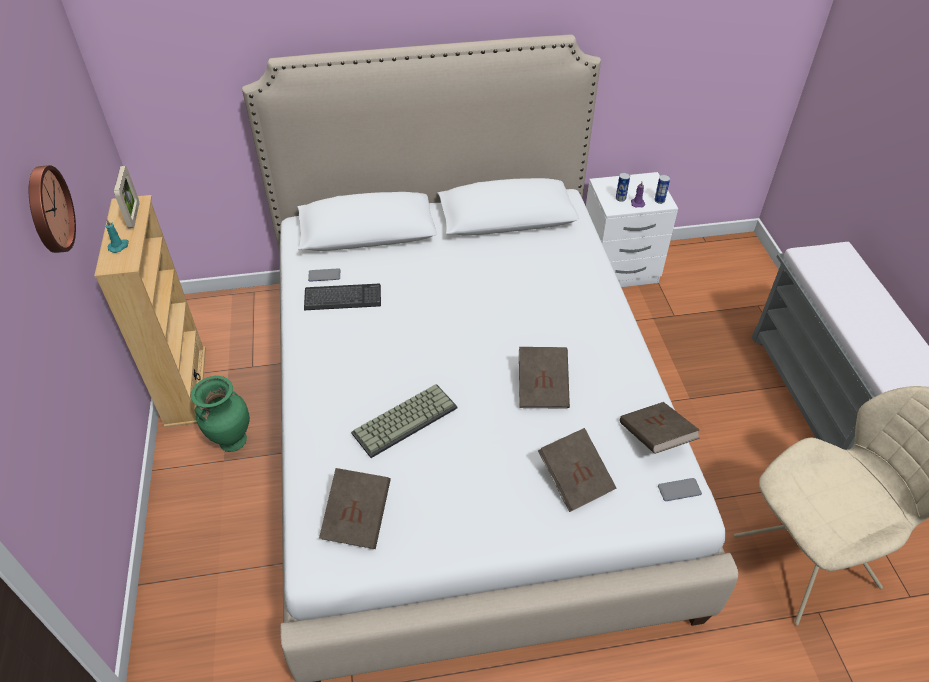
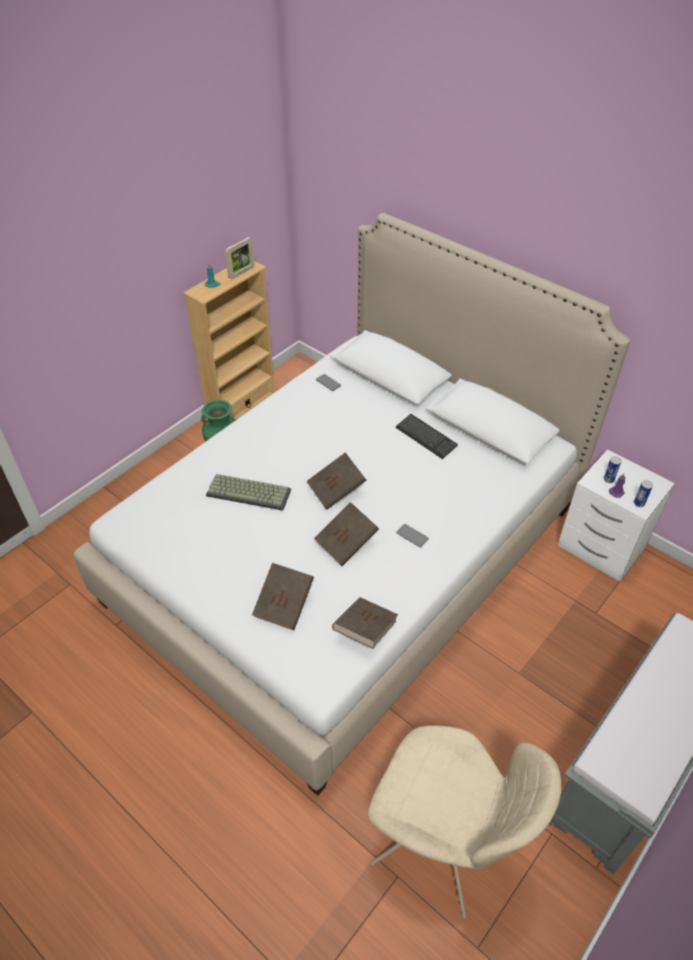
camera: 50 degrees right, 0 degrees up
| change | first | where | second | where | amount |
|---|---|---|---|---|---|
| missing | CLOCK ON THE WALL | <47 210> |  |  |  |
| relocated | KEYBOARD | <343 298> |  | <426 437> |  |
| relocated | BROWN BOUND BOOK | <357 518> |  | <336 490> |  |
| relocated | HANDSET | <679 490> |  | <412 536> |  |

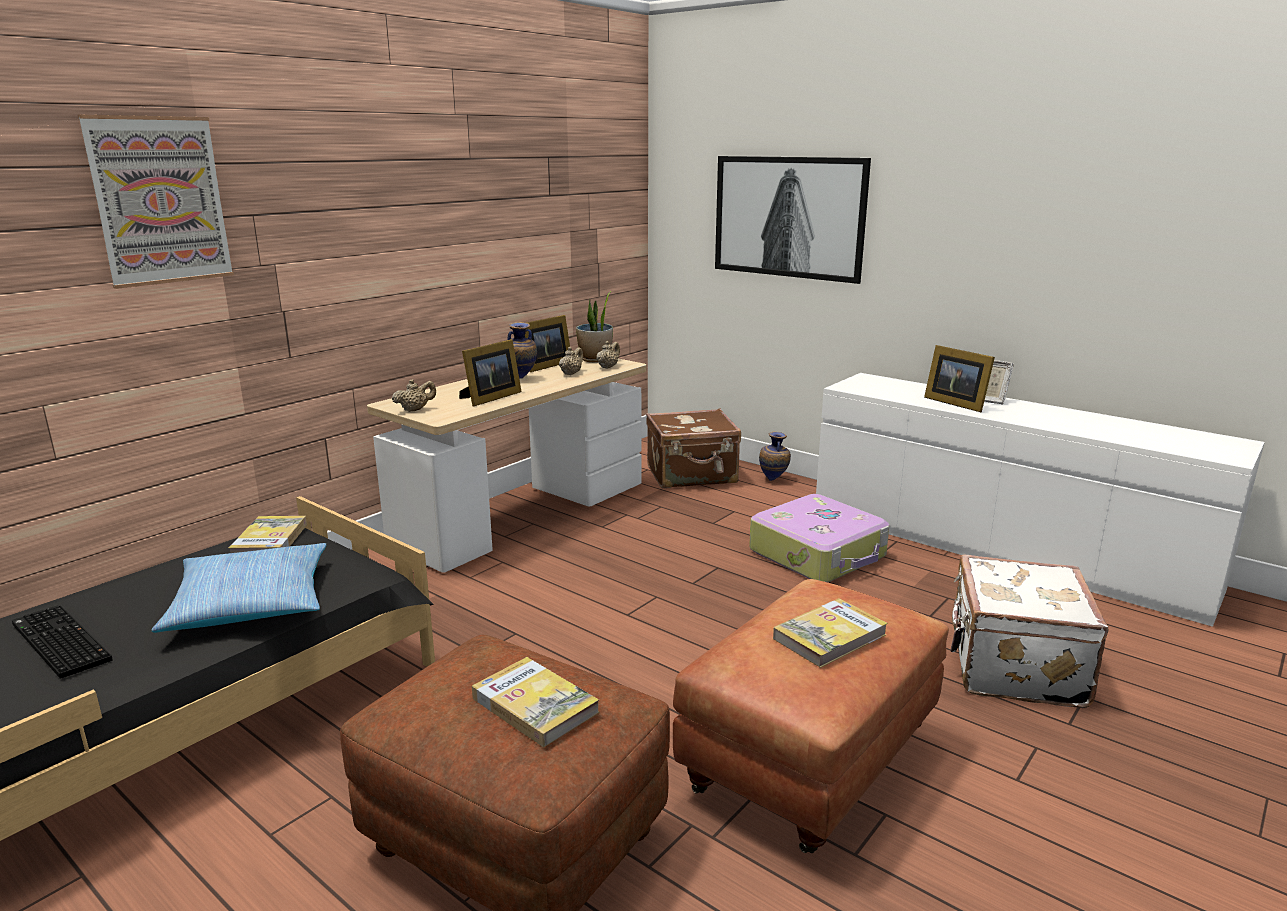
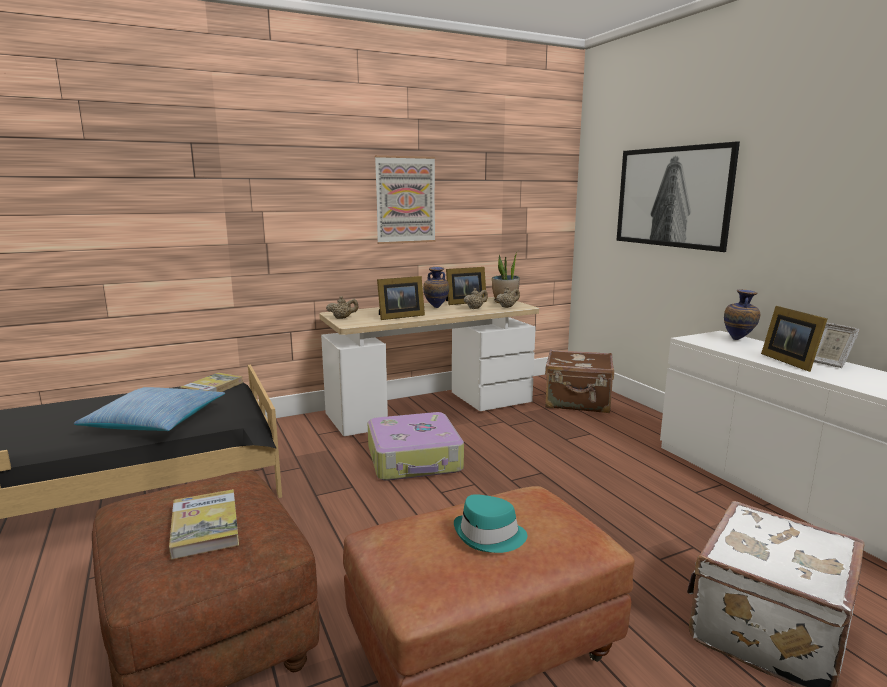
camera: 25 degrees right, 5 degrees down
| change | first | where | second | where | amount |
|---|---|---|---|---|---|
| missing | KEYBOARD | <57 643> |  |  |  |
| relocated | WALL PICTURE | <160 201> |  | <405 200> |  |
| relocated | SUITCASE | <819 554> |  | <415 459> |  |
| relocated | DECORATIVE VASE | <774 480> |  | <738 340> |  |
| exchanged | BOUND BOOK | <829 636> | BLUE-GREEN CLOTHING HAT | <489 536> |  |

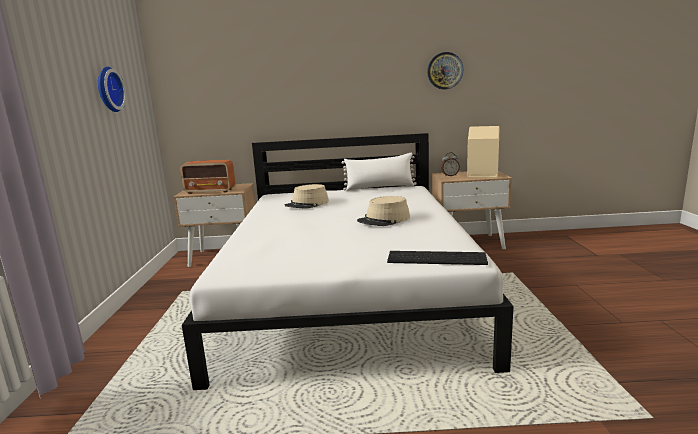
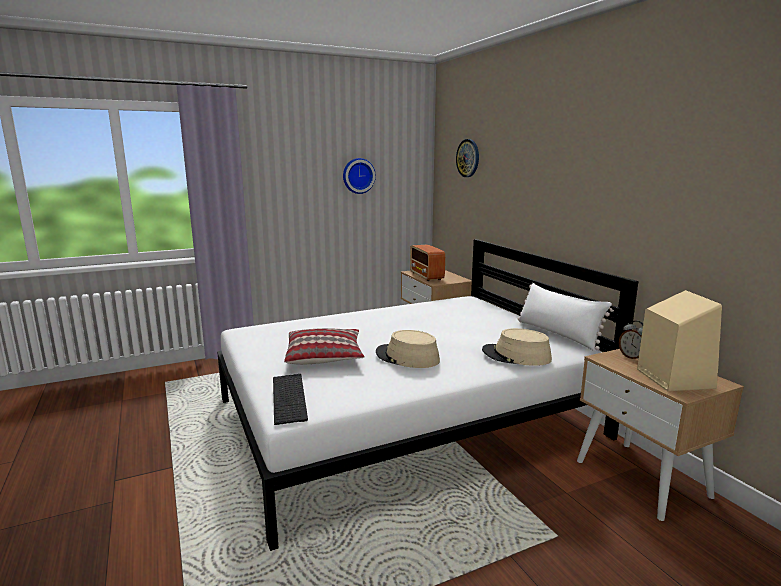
camera: 65 degrees right, 0 degrees up
| change | first | where | second | where | amount |
|---|---|---|---|---|---|
| appeared |  |  | CUSHION | <324 356> |  |
| relocated | BEIGE CLOTHING HAT | <307 204> |  | <516 356> |  |
| relocated | CLOCK ON THE WALL | <445 71> |  | <468 158> |  |

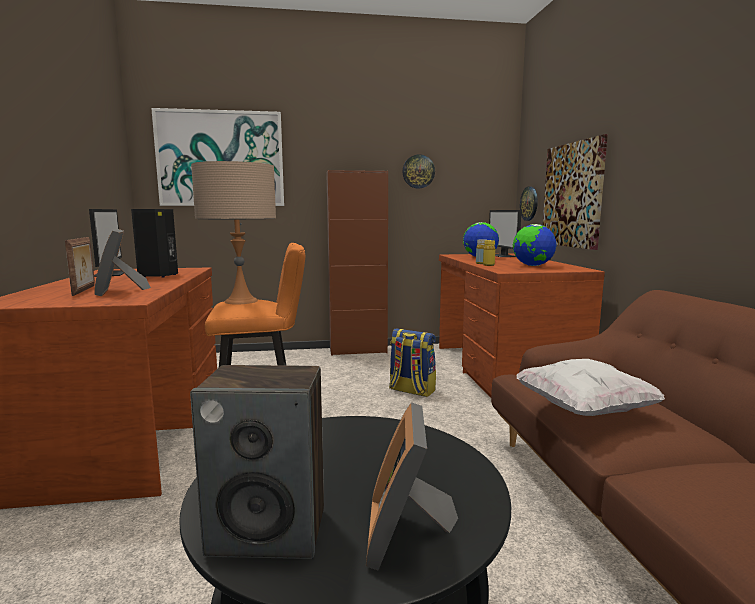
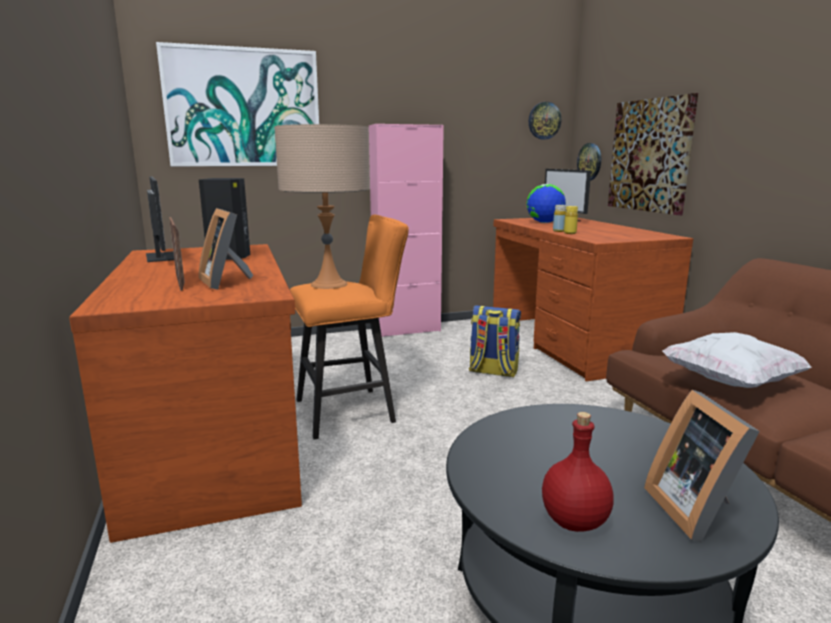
camera: 10 degrees left, 5 degrees up
| change | first | where | second | where | amount |
|---|---|---|---|---|---|
| missing | GLOBE | <532 266> |  |  |  |
| relocated | CLOCK ON THE WALL | <418 171> |  | <544 120> |  |
| exchanged | AUDIO SPEAKER | <269 531> | RED BEVERAGE BOTTLE | <574 520> |  |
| colour | BROWN STORAGE CABINET | <358 350> | PINK-COLOURED STORAGE CABINET | <406 330> |  |

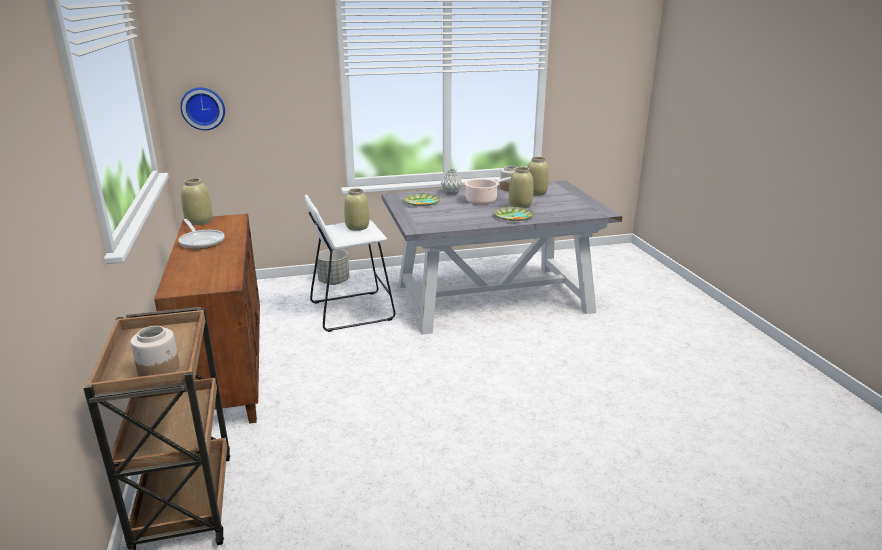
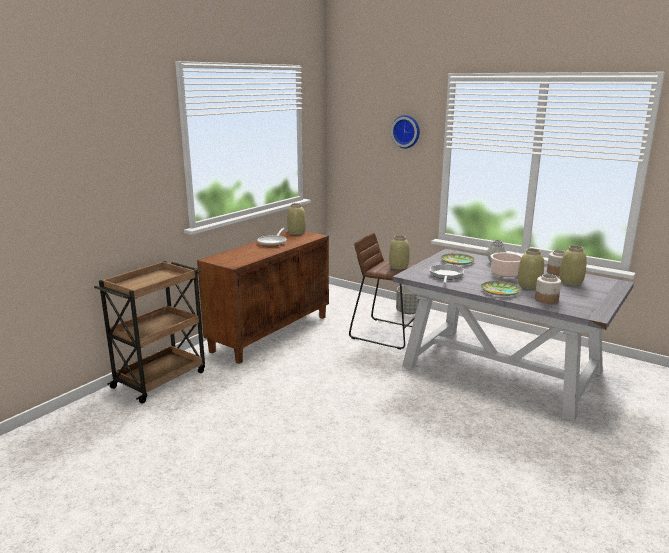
camera: 50 degrees right, 5 degrees down
| change | first | where | second | where | amount |
|---|---|---|---|---|---|
| appeared |  |  | FRYING PAN | <446 275> |  |
| relocated | JAR | <159 369> |  | <546 299> |  |
| relocated | CLOCK ON THE WALL | <203 108> |  | <406 131> |  |
| colour | WHITE-COLOURED STOOL | <351 311> | BROWN STOOL | <386 333> |  |

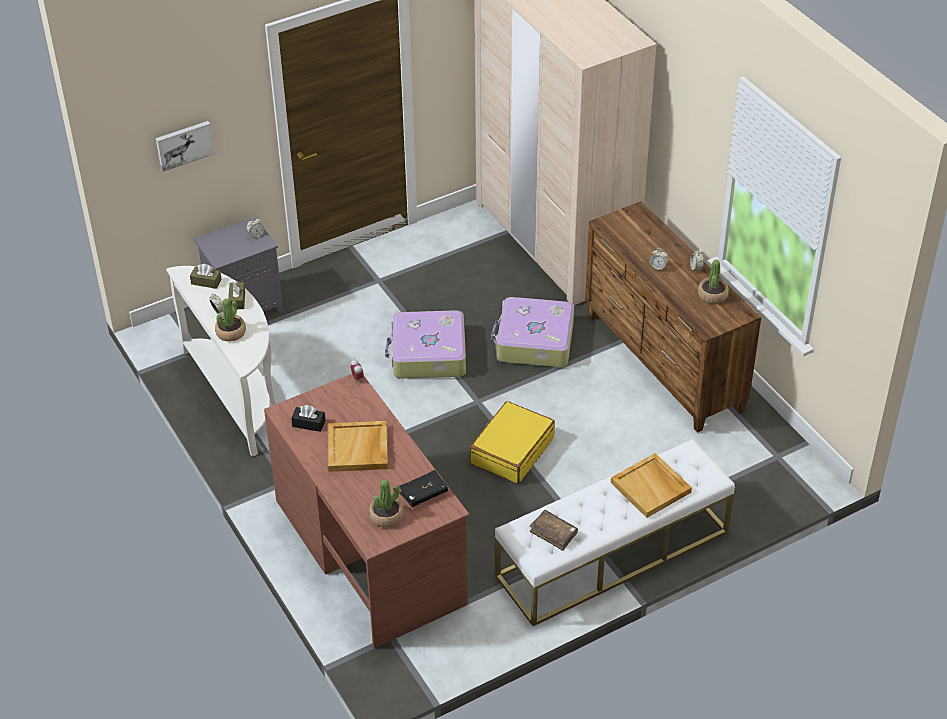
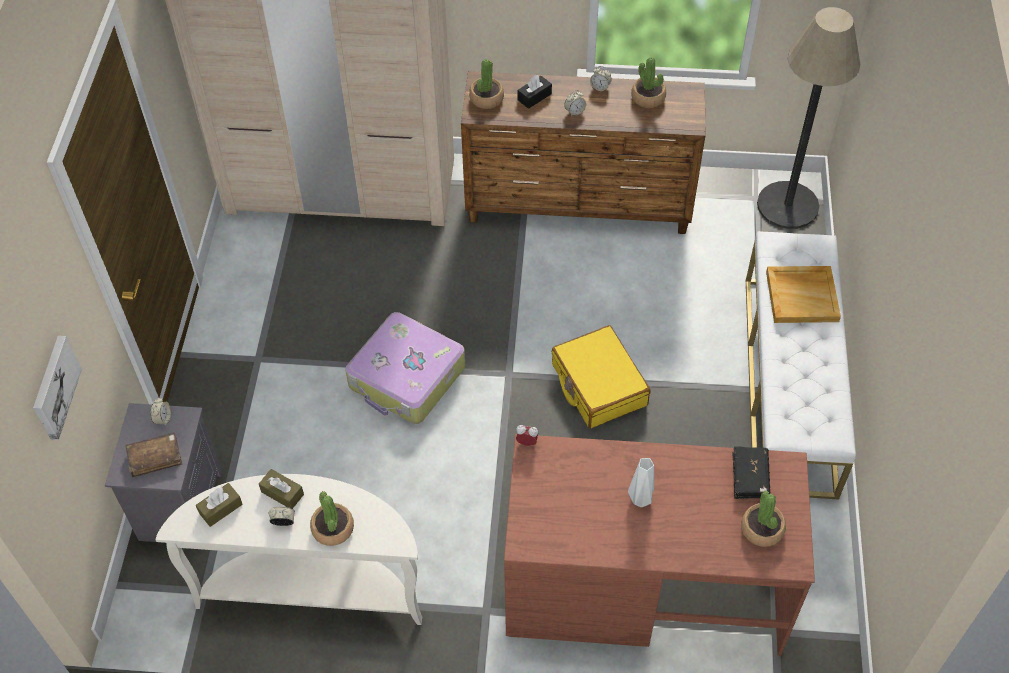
camera: 55 degrees left, 10 degrees up
| change | first | where | second | where | amount |
|---|---|---|---|---|---|
| missing | SUITCASE | <534 342> |  |  |  |
| appeared |  |  | POTTED PLANT | <486 98> |  |
| appeared |  |  | STANDARD LAMP | <788 205> |  |
| relocated | BLACK-COLOURED BOX OF TISSUES | <308 423> |  | <534 97> |  |
| relocated | BROWN BOUND BOOK | <553 533> |  | <155 458> |  |
| exchanged | BEIGE TRAY | <358 449> | WHITE-COLOURED DECORATIVE VASE | <639 500> |  |

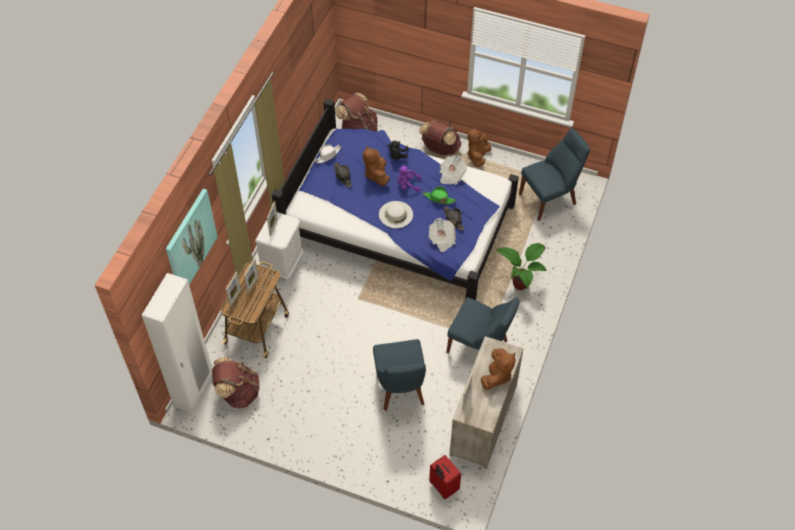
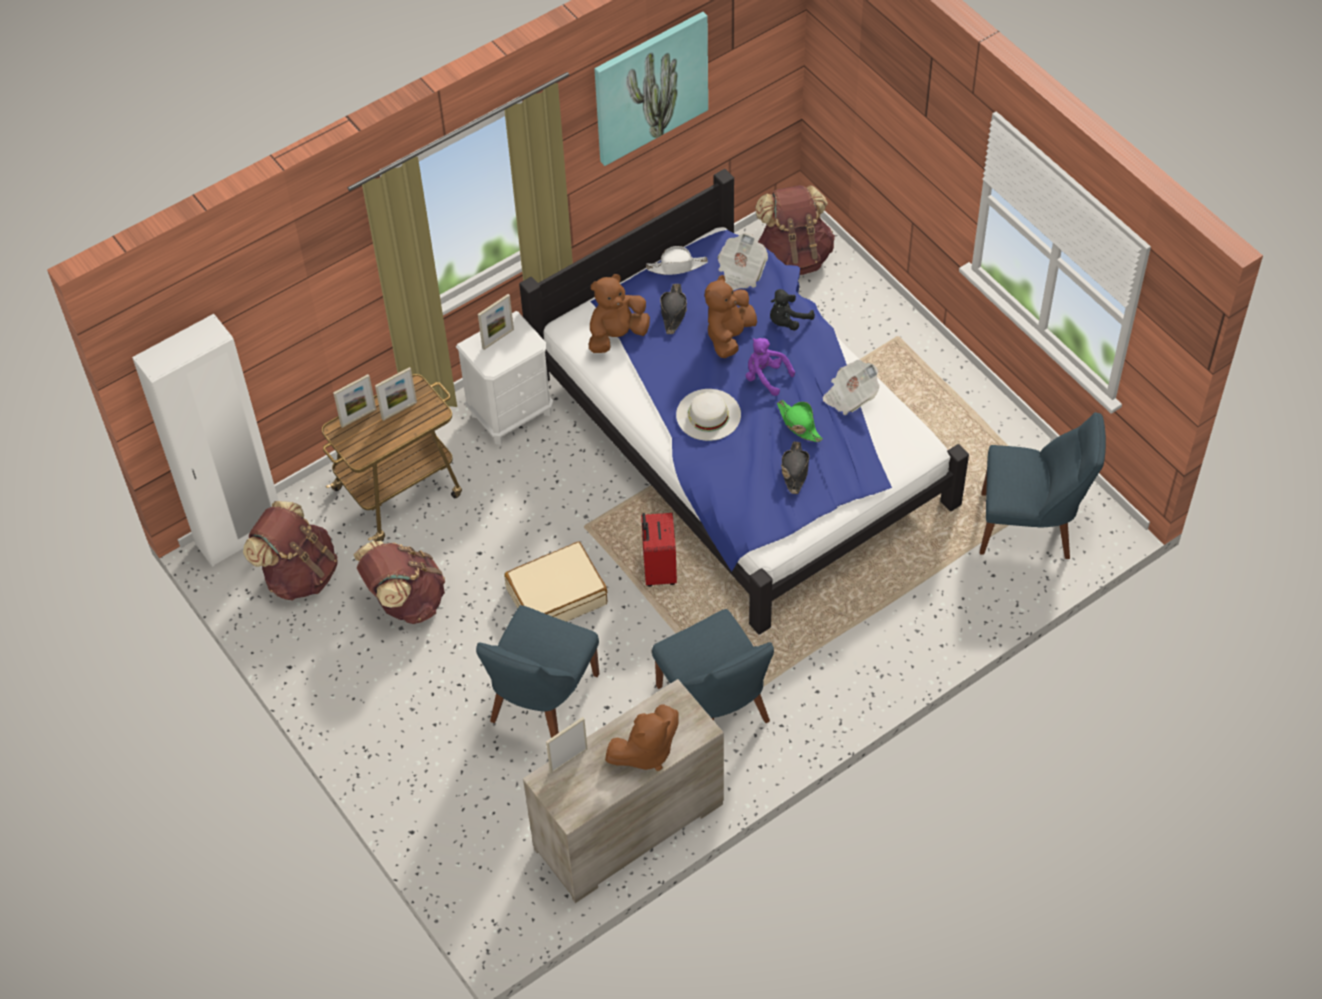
camera: 35 degrees right, 0 degrees up
| change | first | where | second | where | amount |
|---|---|---|---|---|---|
| missing | POTTED PLANT | <521 283> |  |  |  |
| appeared |  |  | BEIGE SUITCASE | <556 596> |  |
| relocated | WALL PICTURE | <190 241> |  | <650 87> |  |
| relocated | BROWN BACKPACK | <440 149> |  | <405 601> |  |
| relocated | DAILY PAPER | <442 239> |  | <741 272> |  |
| relocated | RED SUITCASE | <443 487> |  | <658 570> |  |
| relocated | BROWN PLUSH TOY | <478 156> |  | <616 335> |  |

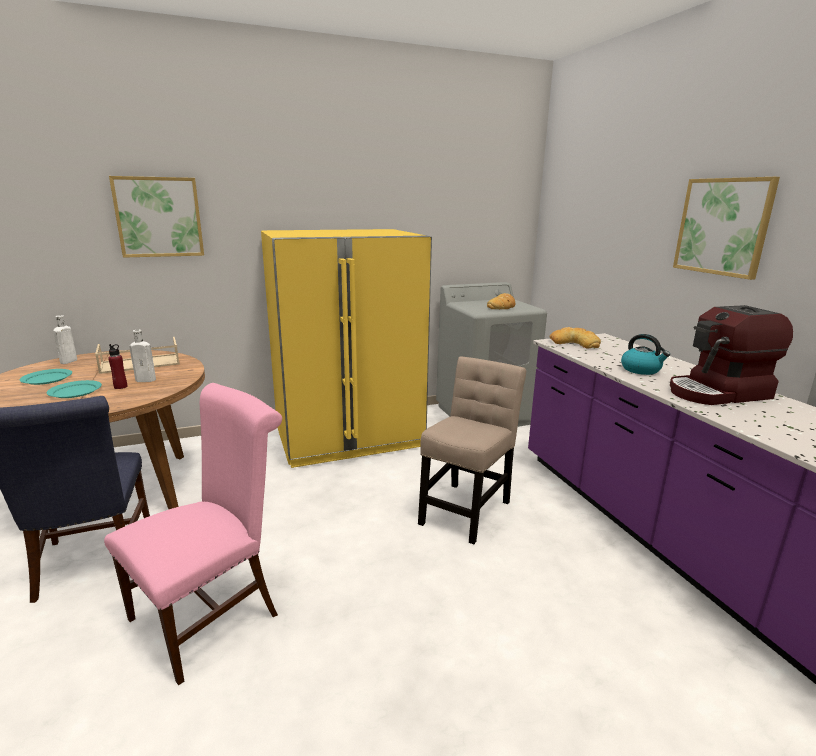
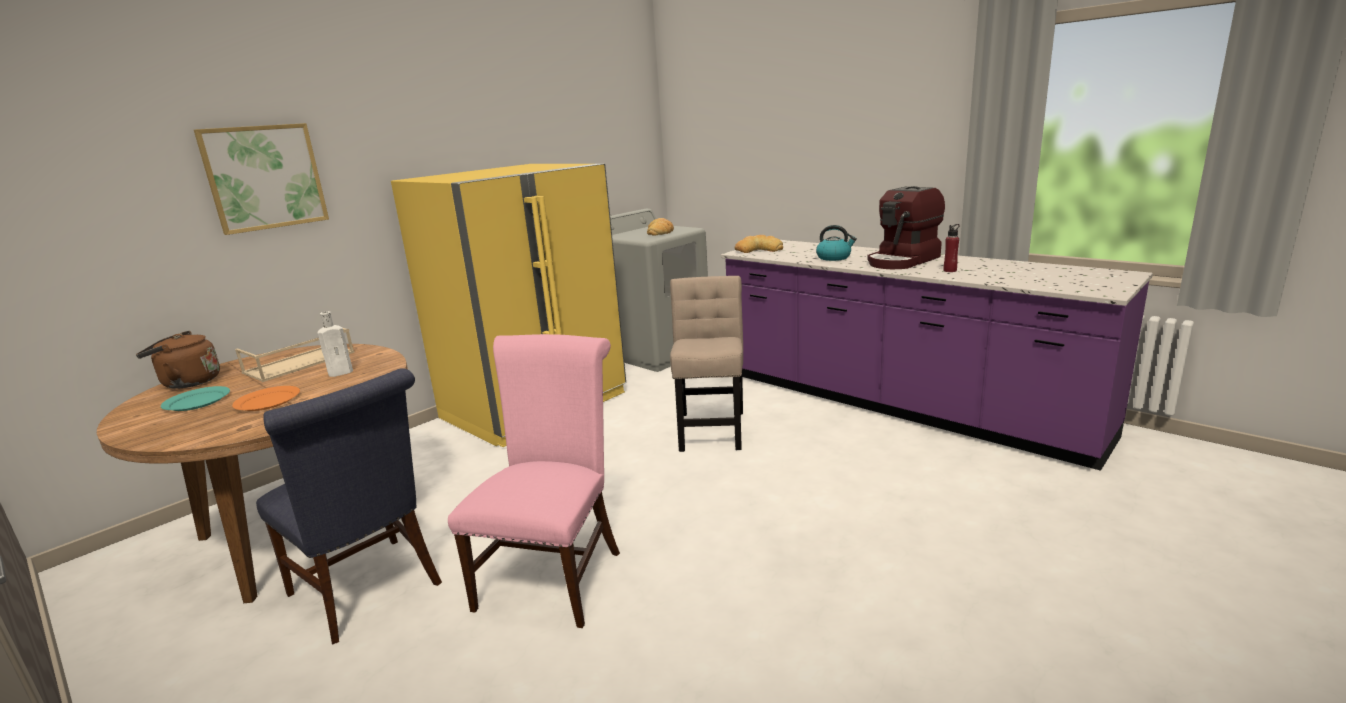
camera: 25 degrees left, 0 degrees up
| change | first | where | second | where | amount |
|---|---|---|---|---|---|
| missing | WALL PICTURE | <723 226> |  |  |  |
| relocated | RED BEVERAGE BOTTLE | <120 387> |  | <950 270> |  |
| exchanged | WHITE-COLOURED BEVERAGE BOTTLE | <67 361> | BROWN TEA KETTLE | <188 383> |  |
| colour | BLUE-GREEN PLATE | <74 391> | ORANGE PLATE | <267 401> |  |

